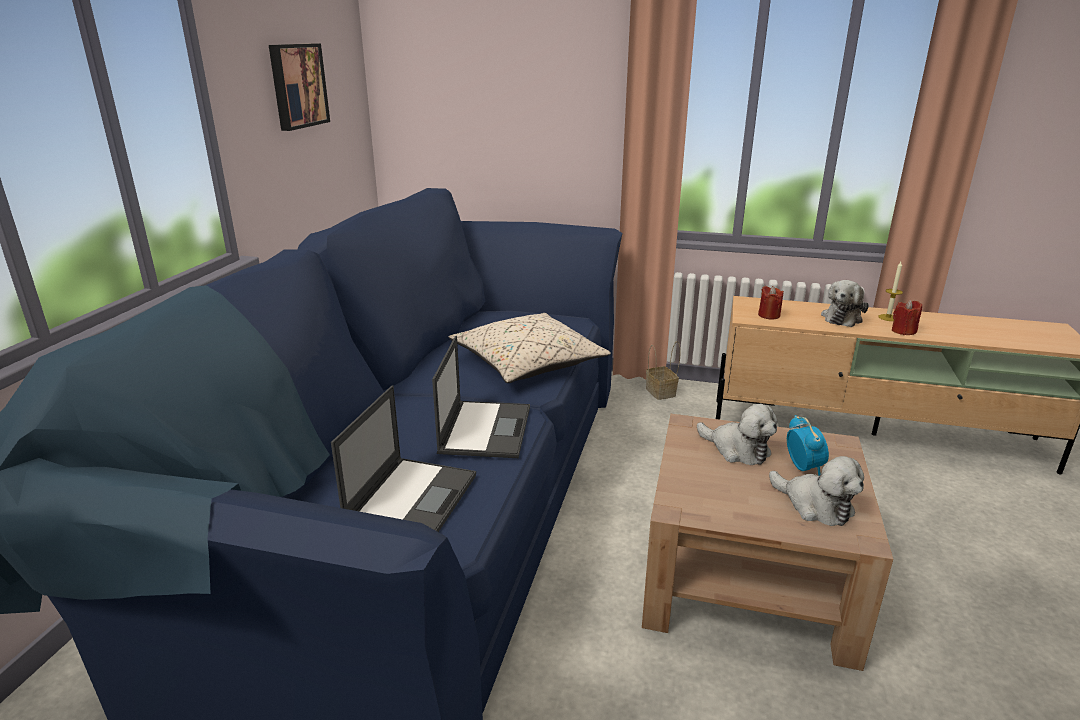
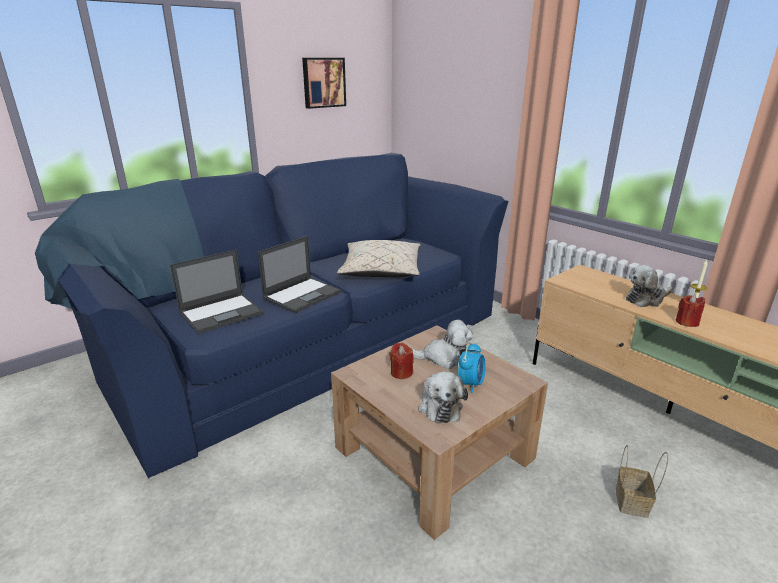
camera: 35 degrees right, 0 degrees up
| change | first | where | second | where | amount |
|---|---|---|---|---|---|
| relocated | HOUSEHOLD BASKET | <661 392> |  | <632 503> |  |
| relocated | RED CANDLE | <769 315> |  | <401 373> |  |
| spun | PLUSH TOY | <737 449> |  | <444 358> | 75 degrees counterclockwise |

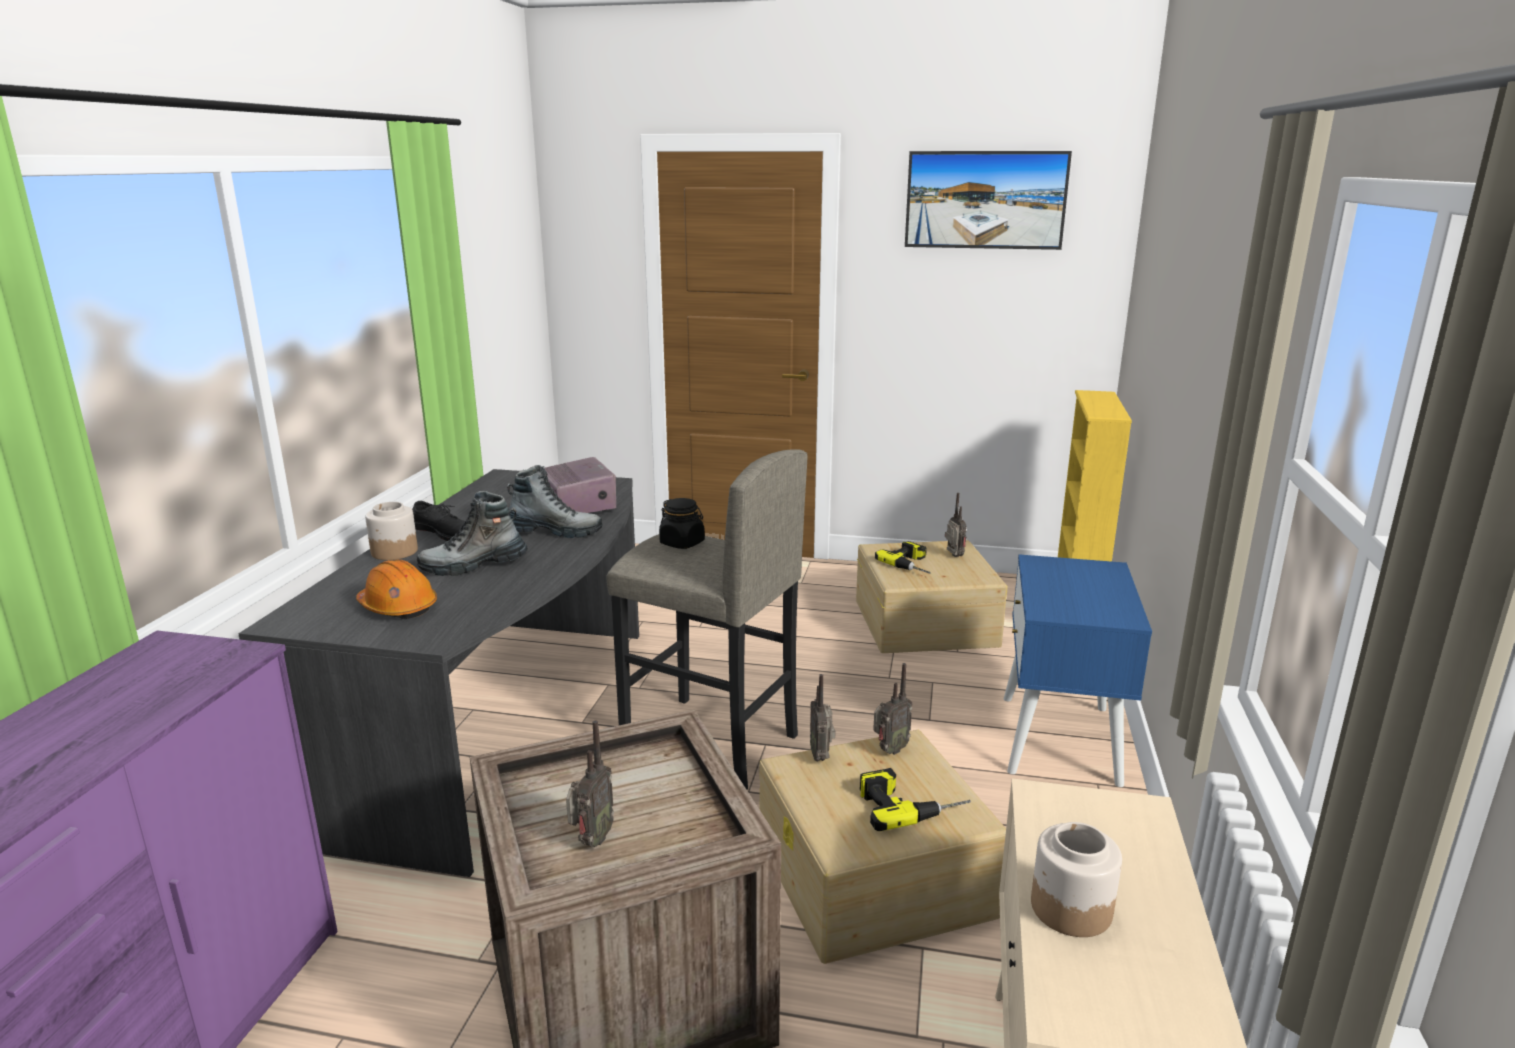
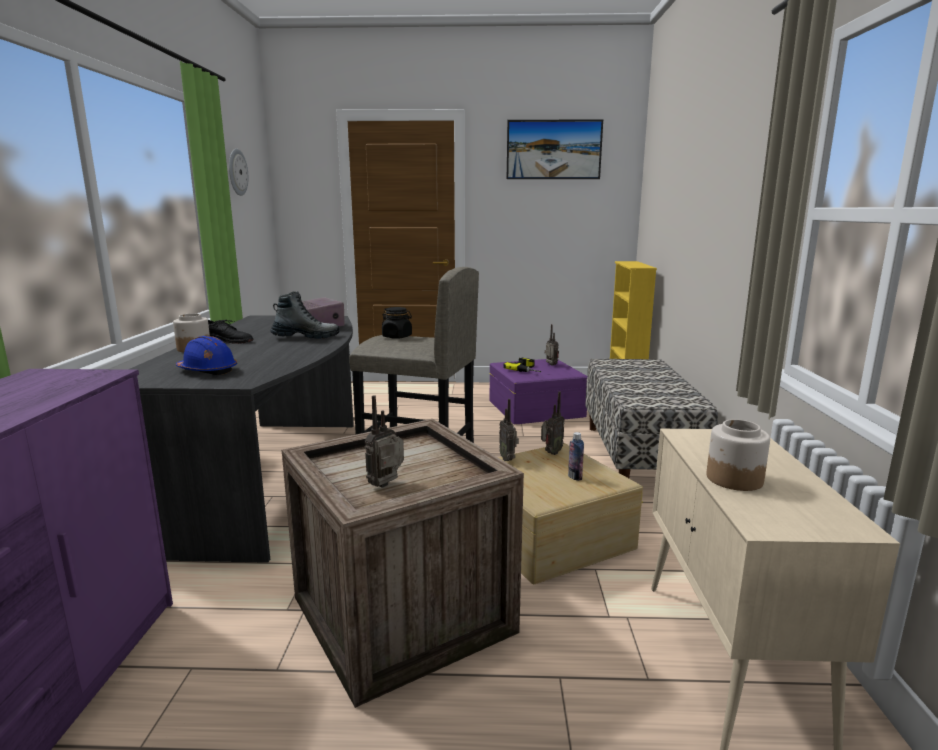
camera: 10 degrees left, 5 degrees down
| change | first | where | second | where | amount |
|---|---|---|---|---|---|
| missing | BOOT | <474 565> |  |  |  |
| appeared |  |  | CLOCK ON THE WALL | <237 172> |  |
| exchanged | ELECTRIC DRILL | <909 803> | BEVERAGE BOTTLE | <575 477> |  |
| exchanged | BLUE-COLOURED NIGHTSTAND | <1060 739> | LONG SEAT | <638 457> |  |
| colour | ORANGE WORK HELMET | <398 607> | BLUE-COLOURED WORK HELMET | <207 370> |  |
| colour | BEIGE STORAGE BOX | <925 622> | PURPLE STORAGE BOX | <535 408> |  |
| spun | RADIO | <591 841> |  | <387 486> | 150 degrees counterclockwise |

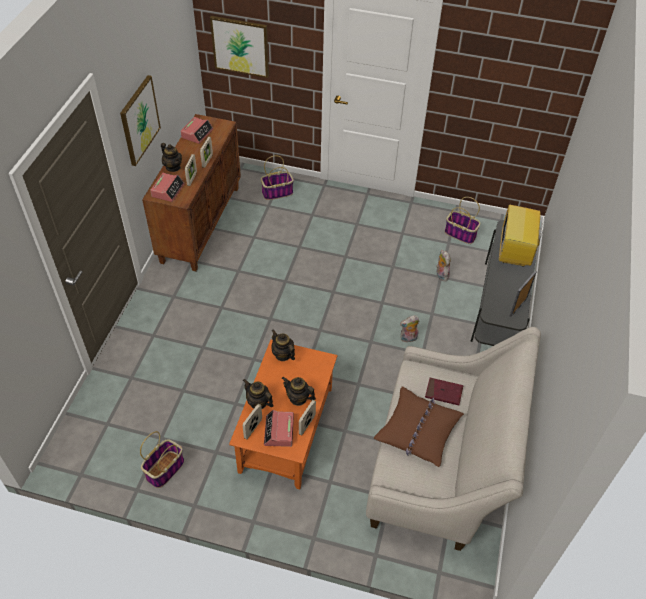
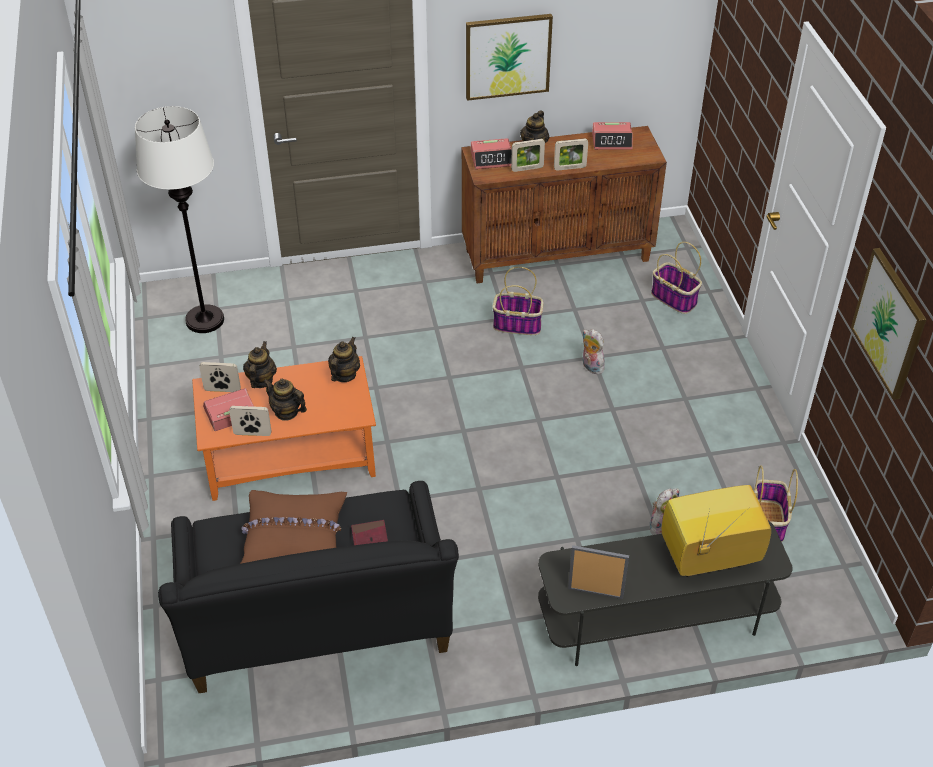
camera: 65 degrees right, 5 degrees down
| change | first | where | second | where | amount |
|---|---|---|---|---|---|
| appeared |  |  | WHITE-COLOURED STANDARD LAMP | <204 320> |  |
| relocated | HOUSEHOLD BASKET | <165 469> |  | <518 324> |  |
| relocated | WALL PICTURE | <240 46> |  | <889 323> |  |
| relocated | PLUSH TOY | <408 339> |  | <590 367> |  |
| colour | BEIGE SETTEE | <441 465> | BLACK-COLOURED SETTEE | <318 631> |  |
| spun | POT FOR TEA | <298 398> |  | <286 412> | 60 degrees counterclockwise |

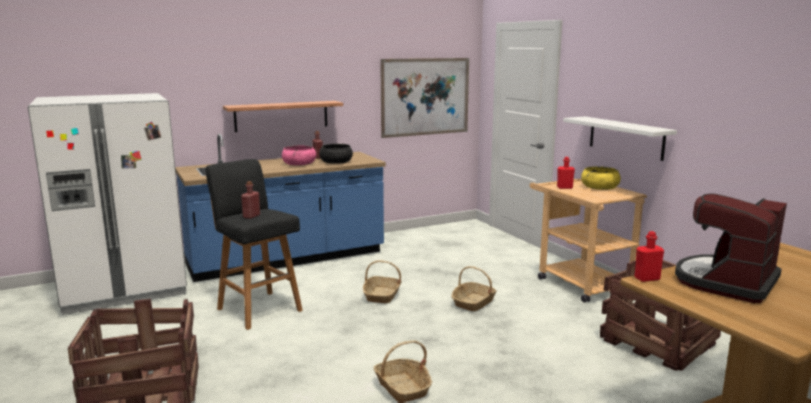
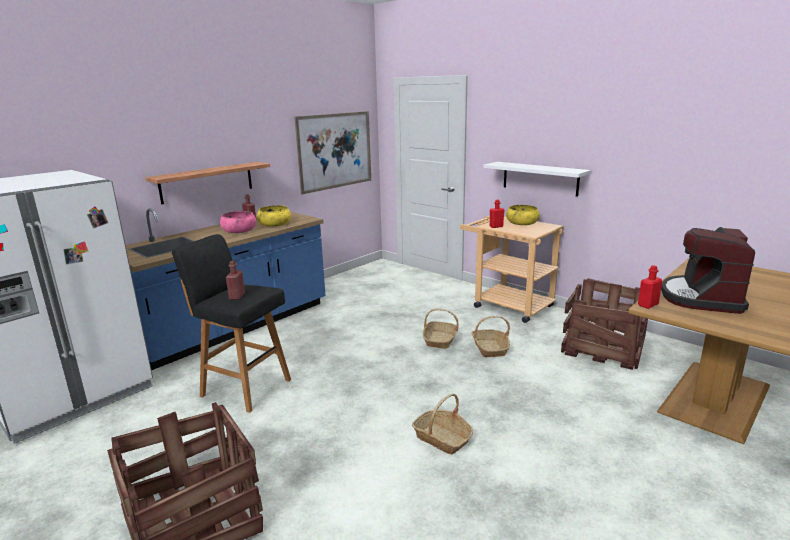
camera: 20 degrees left, 5 degrees up
| change | first | where | second | where | amount |
|---|---|---|---|---|---|
| relocated | HOUSEHOLD BASKET | <382 295> |  | <490 348> |  |
| colour | BLACK-COLOURED BOWL | <336 162> | YELLOWISH BOWL | <274 224> |  |

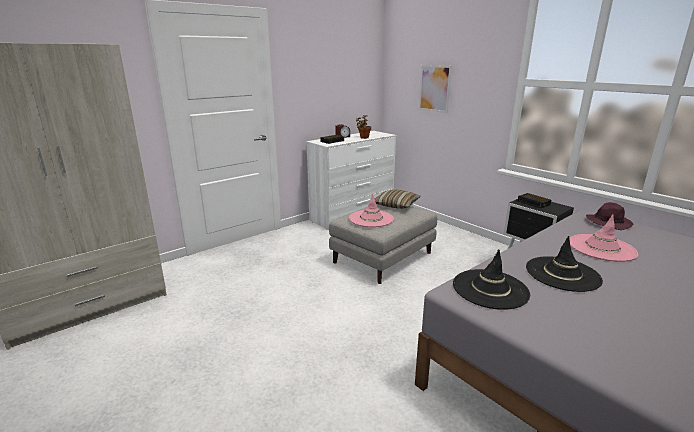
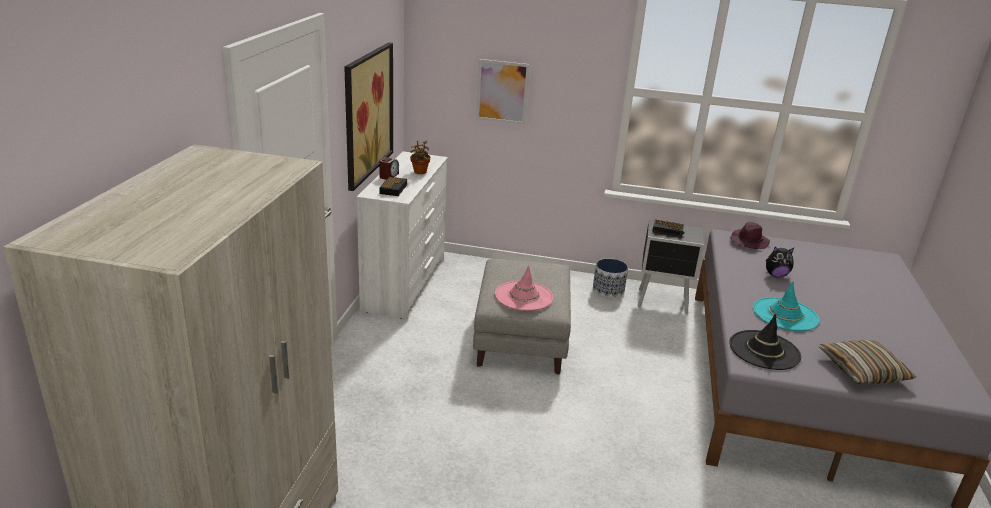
camera: 40 degrees left, 5 degrees up
| change | first | where | second | where | amount |
|---|---|---|---|---|---|
| appeared |  |  | WALL PICTURE | <367 113> |  |
| appeared |  |  | PLANT POT | <608 291> |  |
| relocated | CUSHION | <396 205> |  | <862 371> |  |
| exchanged | PINK-COLOURED CLOTHING HAT | <601 248> | PLUSH TOY | <776 275> |  |
| colour | BLACK-COLOURED CLOTHING HAT | <562 274> | BLUE-GREEN CLOTHING HAT | <785 314> |  |

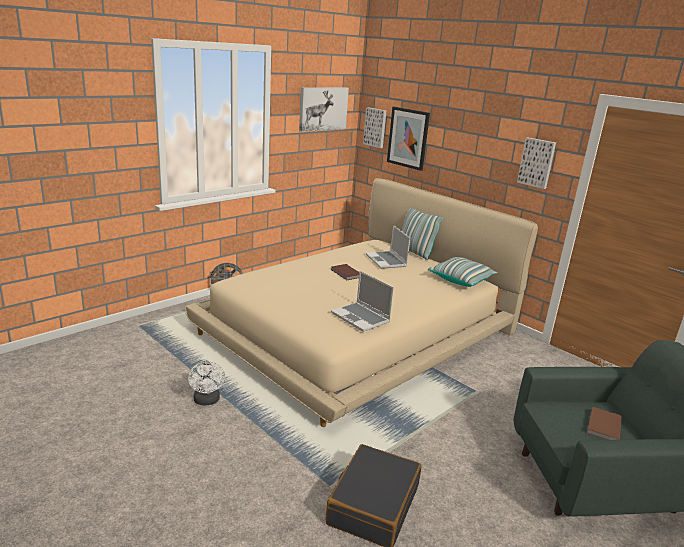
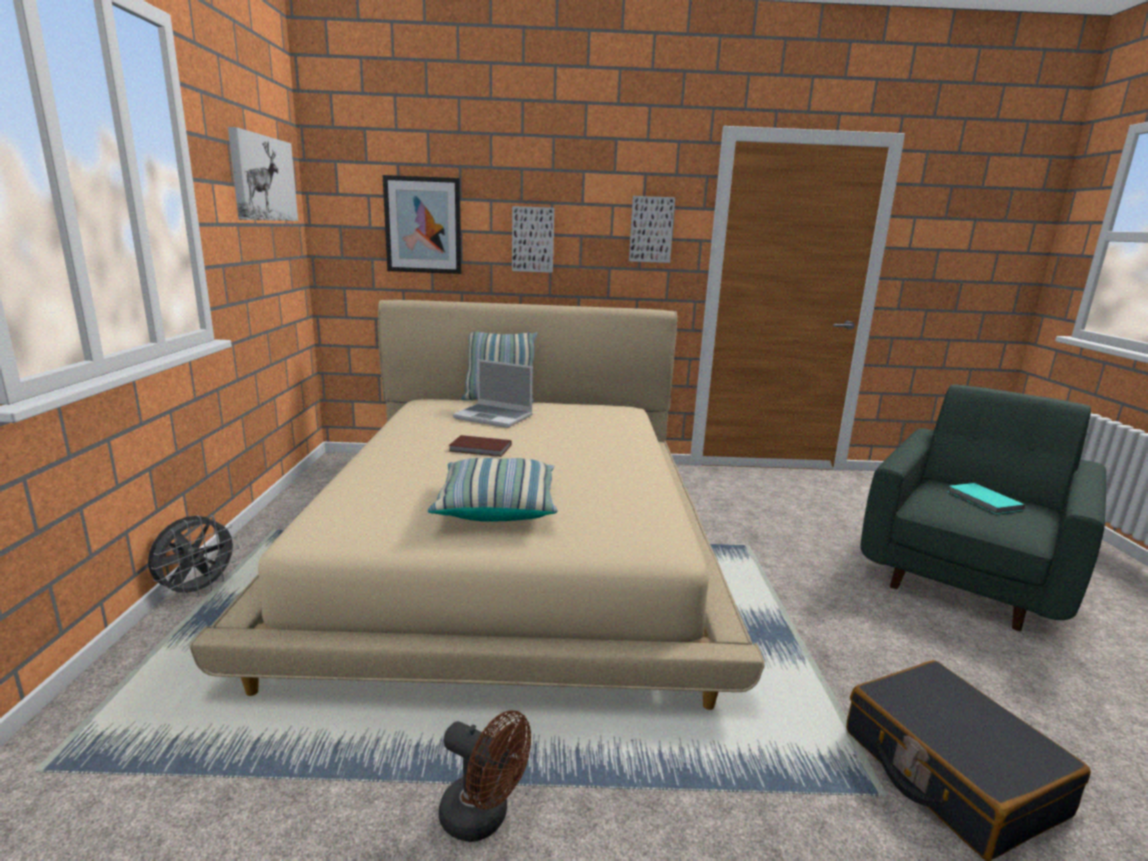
camera: 45 degrees left, 5 degrees down
| change | first | where | second | where | amount |
|---|---|---|---|---|---|
| missing | NOTEBOOK COMPUTER | <361 318> |  |  |  |
| relocated | WALL PICTURE | <375 127> |  | <533 239> |  |
| relocated | CUSHION | <461 279> |  | <497 507> |  |
| colour | WHITE-COLOURED ELECTRIC FAN | <207 401> | BROWN ELECTRIC FAN | <483 818> |  |
| colour | BROWN BOUND BOOK | <603 426> | BLUE-GREEN BOUND BOOK | <984 501> |  |

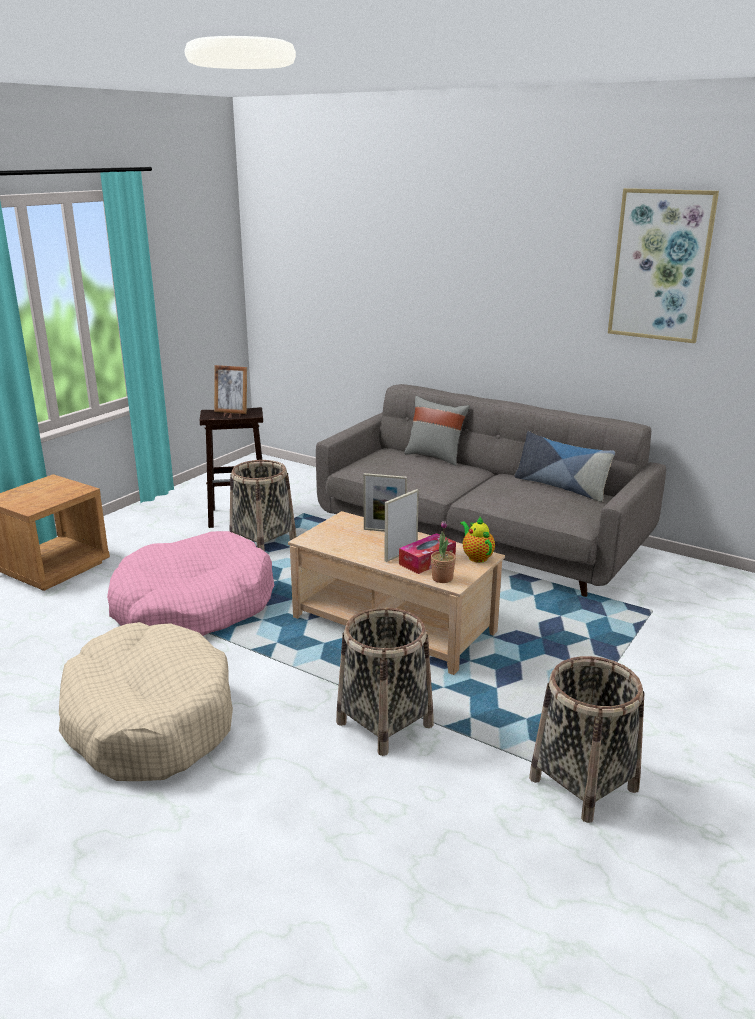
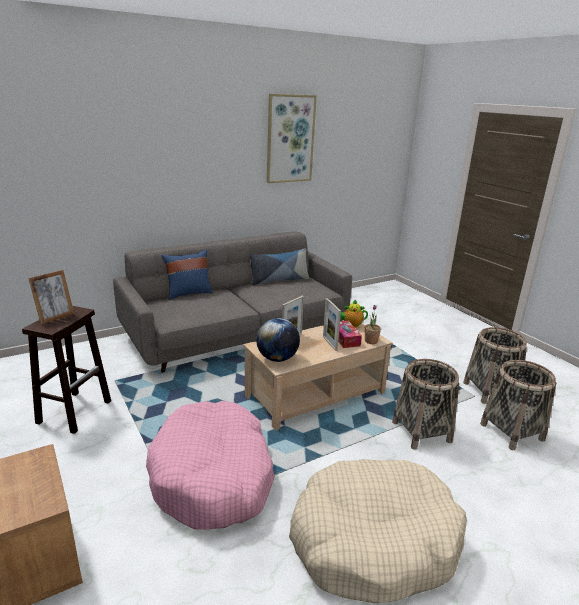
camera: 65 degrees left, 0 degrees up
| change | first | where | second | where | amount |
|---|---|---|---|---|---|
| appeared |  |  | GLOBE | <277 358> |  |
| relocated | HOUSEHOLD BASKET | <263 540> |  | <512 432> |  |
| colour | GREY CUSHION | <435 456> | BLUE-COLOURED CUSHION | <188 293> |  |

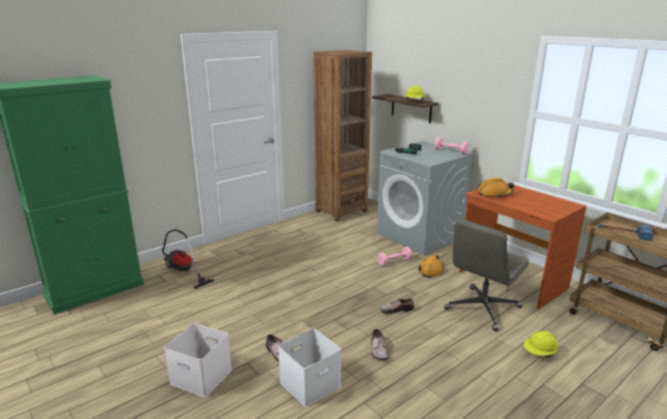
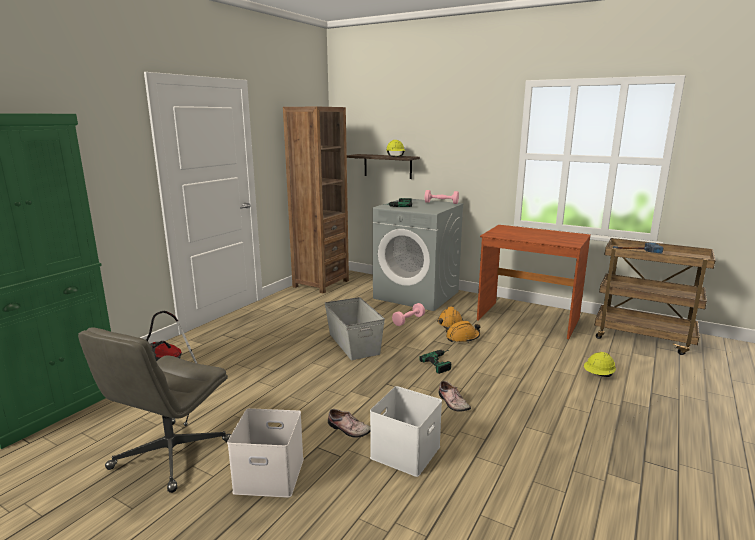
camera: 20 degrees left, 5 degrees down
| change | first | where | second | where | amount |
|---|---|---|---|---|---|
| appeared |  |  | GREY STORAGE BOX | <354 343> |  |
| relocated | GREY DESK CHAIR | <482 309> |  | <171 456> |  |
| relocated | ORANGE WORK HELMET | <494 194> |  | <462 337> |  |
| exchanged | LOW SHOE | <396 309> | ELECTRIC DRILL | <442 362> |  |

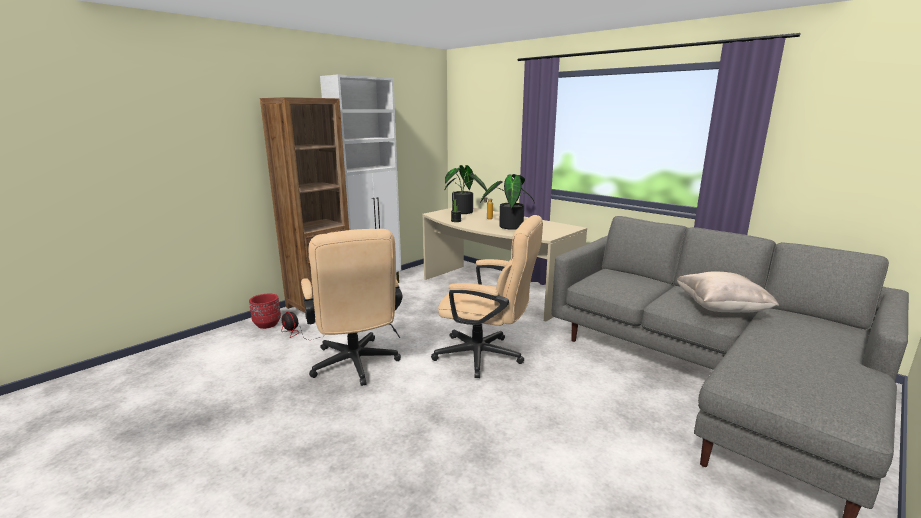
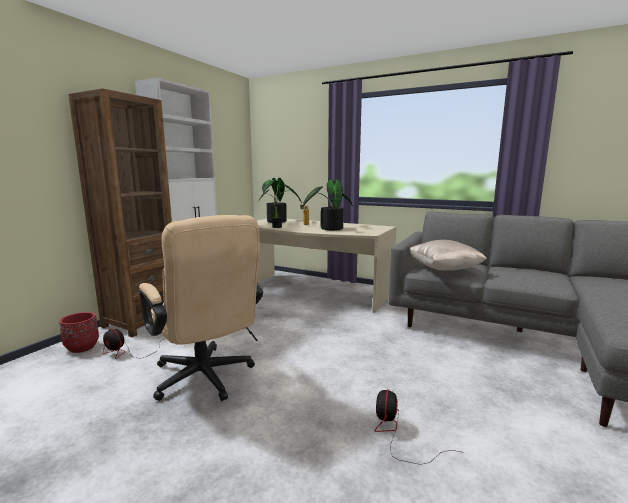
camera: 15 degrees left, 5 degrees down
| change | first | where | second | where | amount |
|---|---|---|---|---|---|
| missing | BEIGE DESK CHAIR | <486 356> |  |  |  |
| appeared |  |  | ELECTRIC FAN | <397 434> |  |
| relocated | BEIGE CUSHION | <720 309> |  | <443 269> |  |

